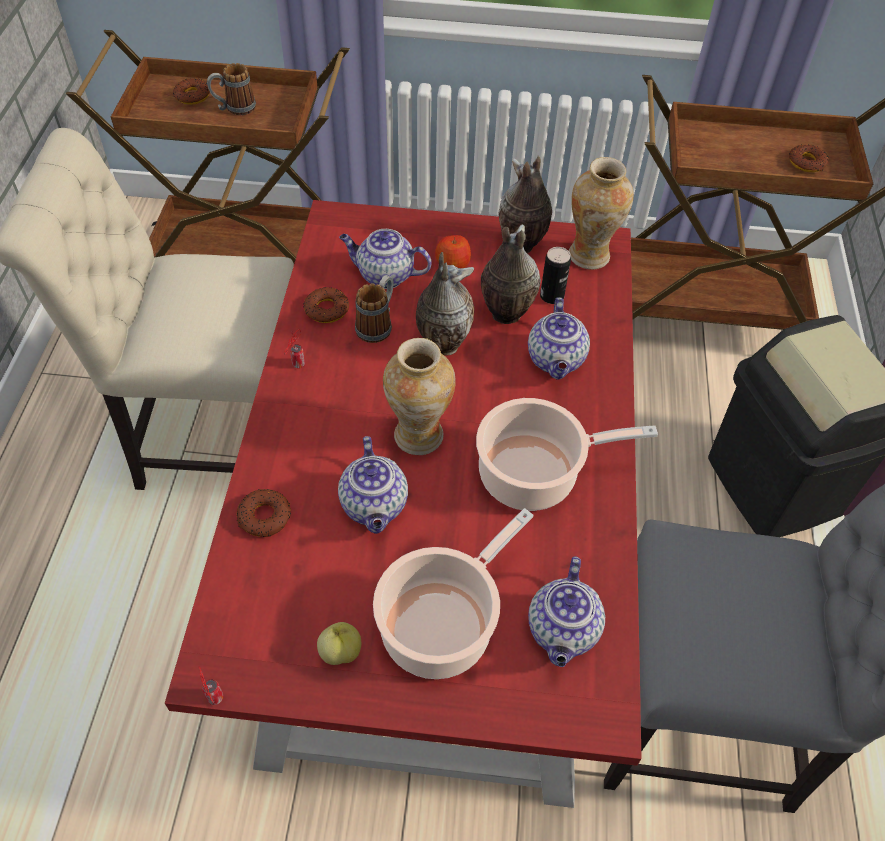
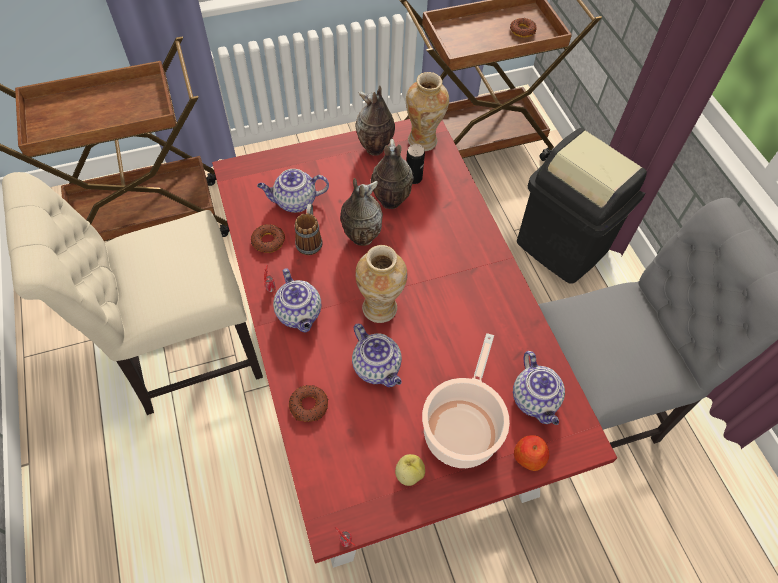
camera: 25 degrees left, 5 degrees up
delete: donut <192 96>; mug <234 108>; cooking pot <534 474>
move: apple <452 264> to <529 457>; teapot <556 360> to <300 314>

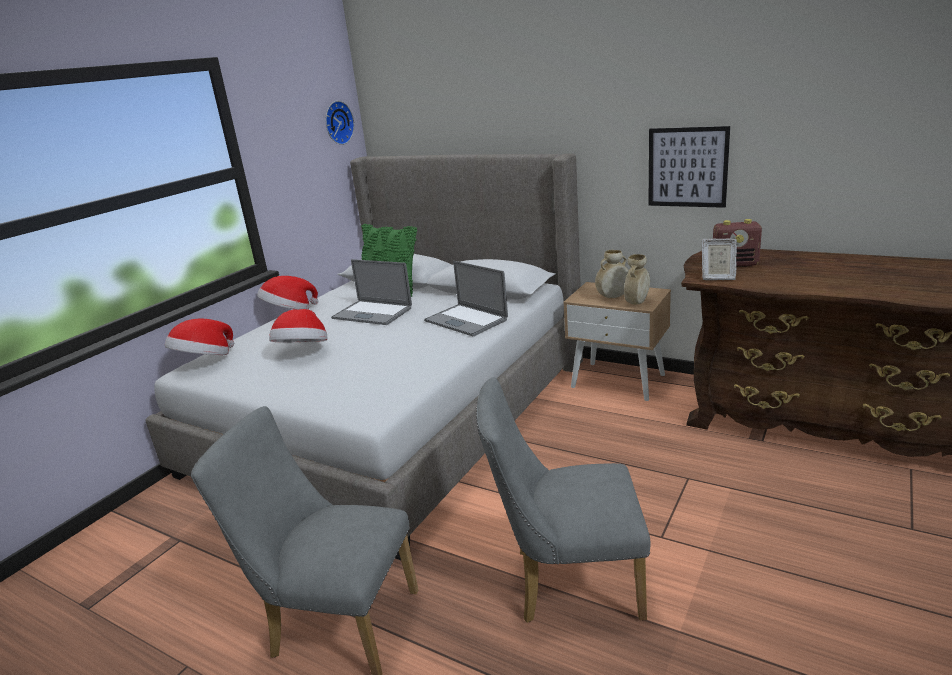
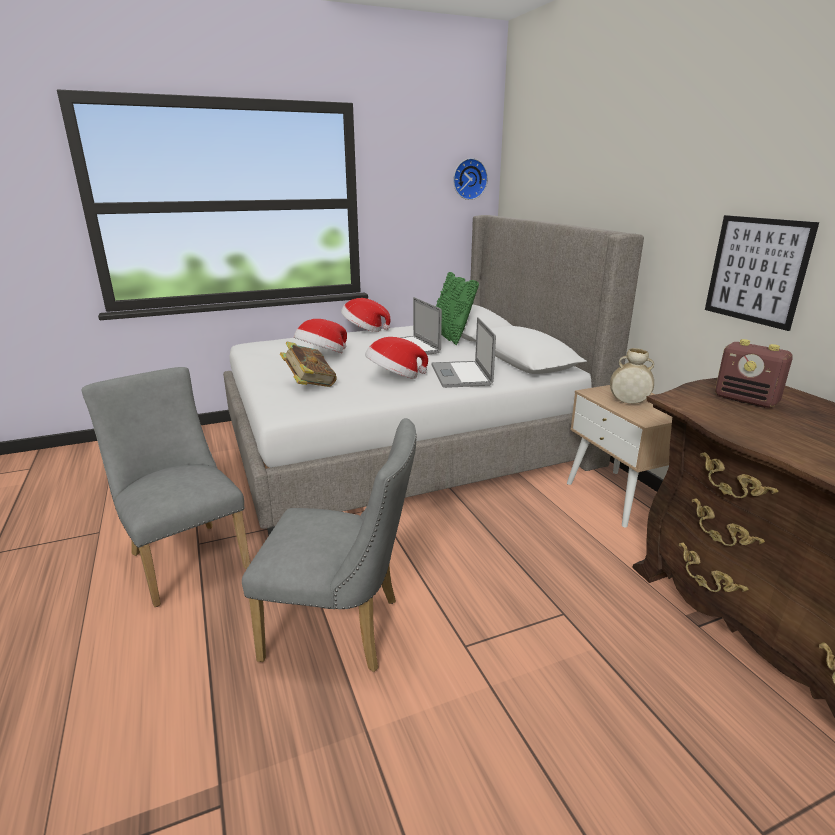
camera: 35 degrees right, 0 degrees up
delete: beige vase <636 303>; picture frame <717 277>
insert: book <309 385>
move: hat <204 360> to <395 377>
rotate: grey chair <567 583> = <342 629> 150 degrees clockwise

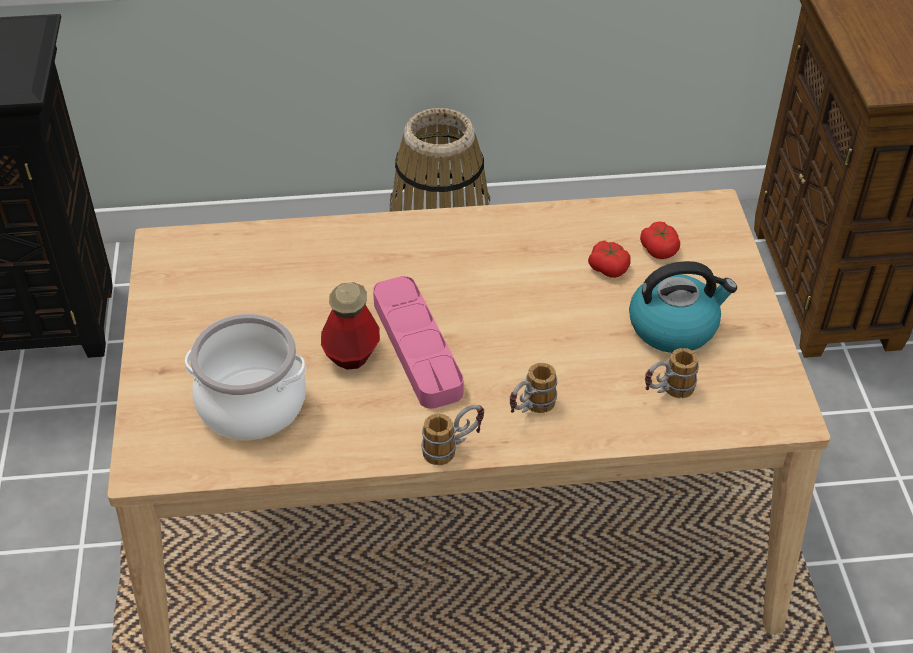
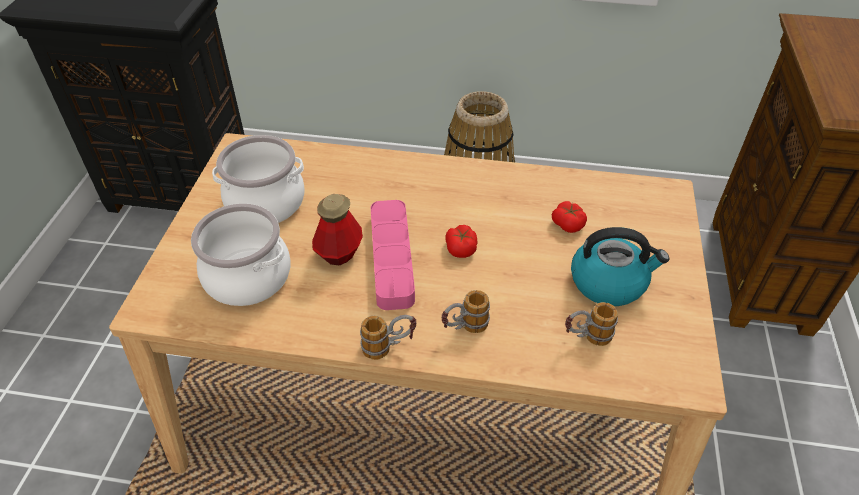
camera: 15 degrees right, 0 degrees up
insert: cooking pot <266 202>
move: tomato <659 249> to <461 248>

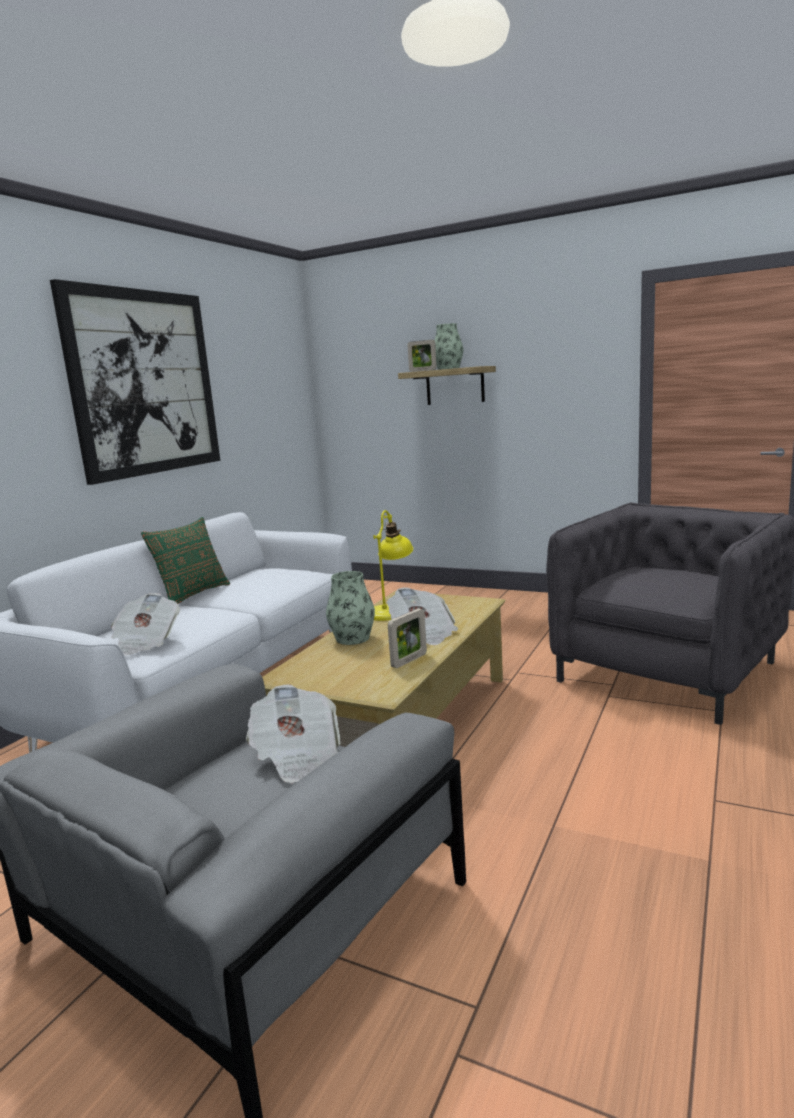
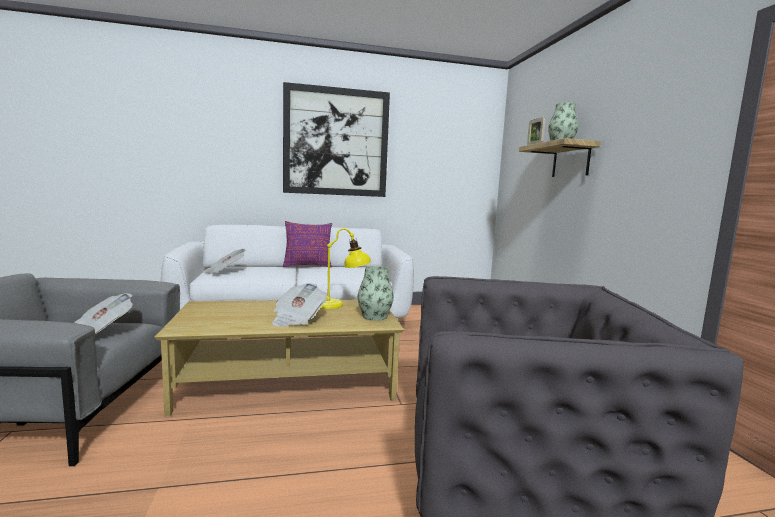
camera: 50 degrees right, 5 degrees down
delete: picture frame <409 660>
move: vase <352 638> to <374 316>
recolor: green pillow <193 595> to purple pillow <307 266>

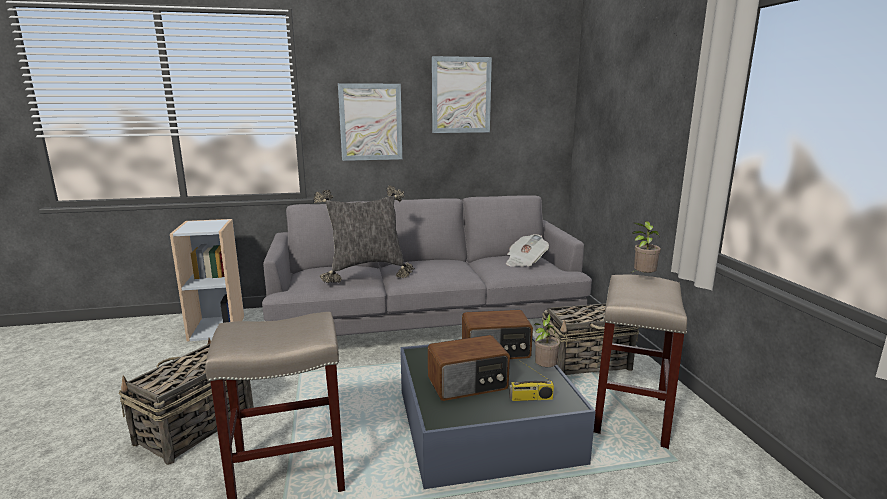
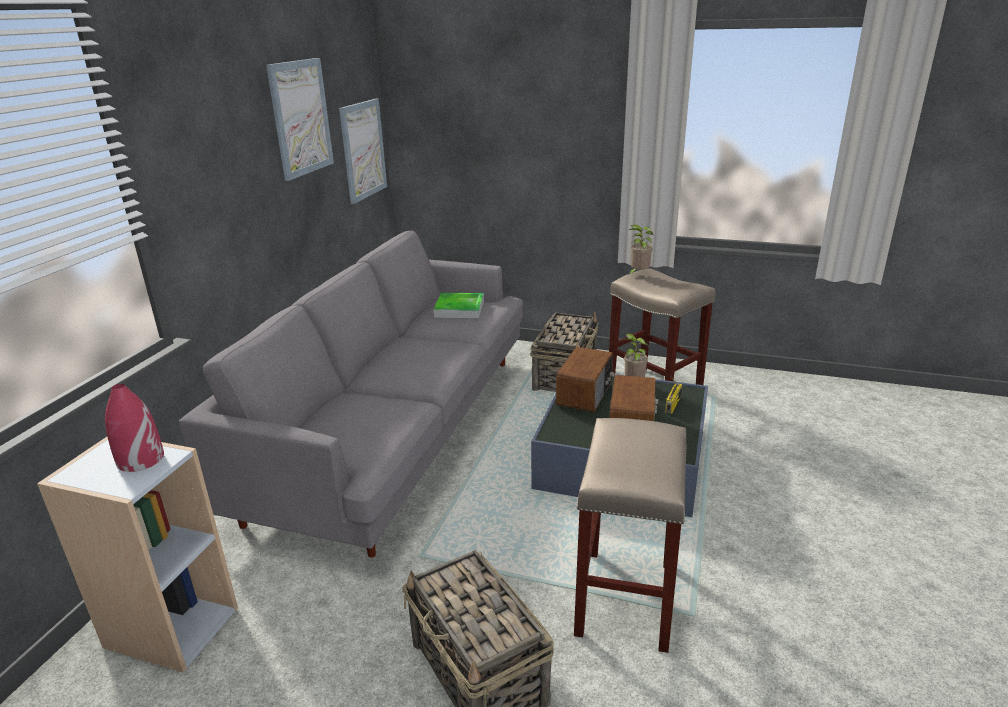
camera: 60 degrees left, 10 degrees up
delete: pillow <366 277>
insert: red vase <140 459>
move: picture <370 122> to <363 150>
replace: newspaper <525 262> to tray <459 309>

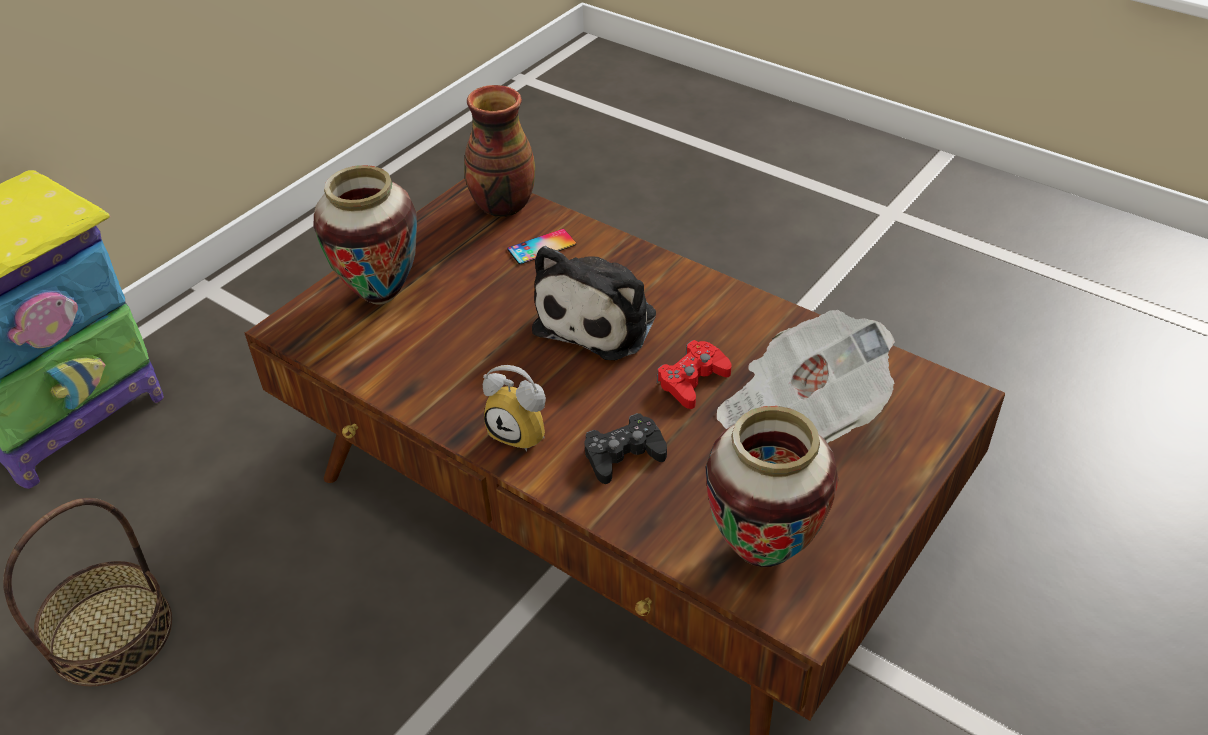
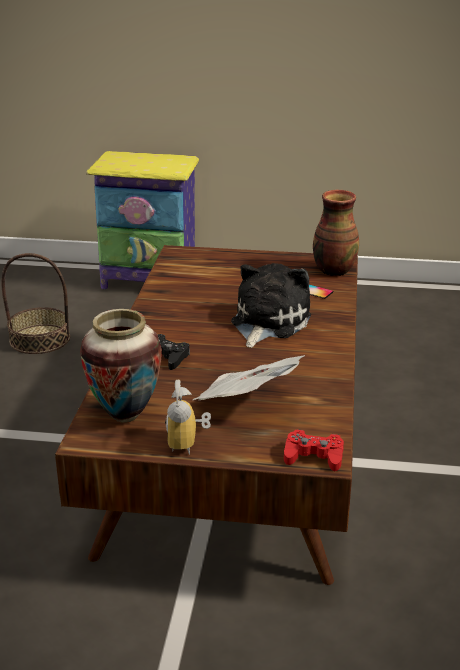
camera: 60 degrees right, 15 degrees down
delete: vase <381 295>
move: alarm clock <523 432> to <188 444>; red game controller <692 380> to <313 456>
rotate: plush toy <600 319> = <267 322> 120 degrees clockwise

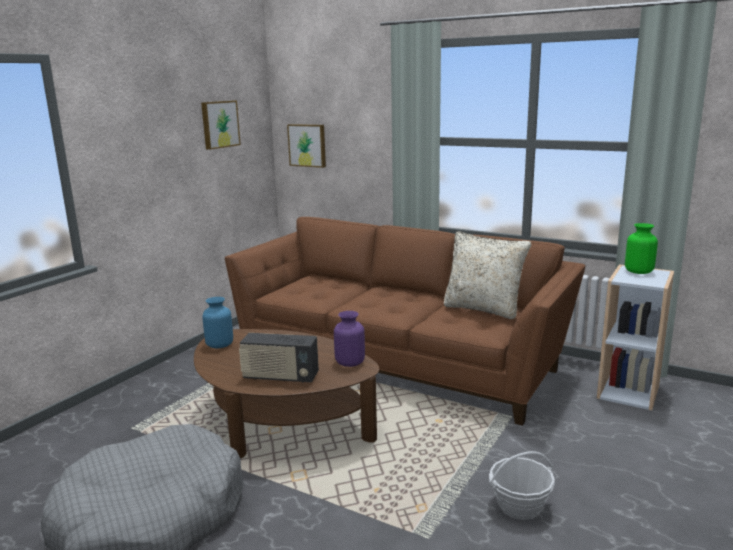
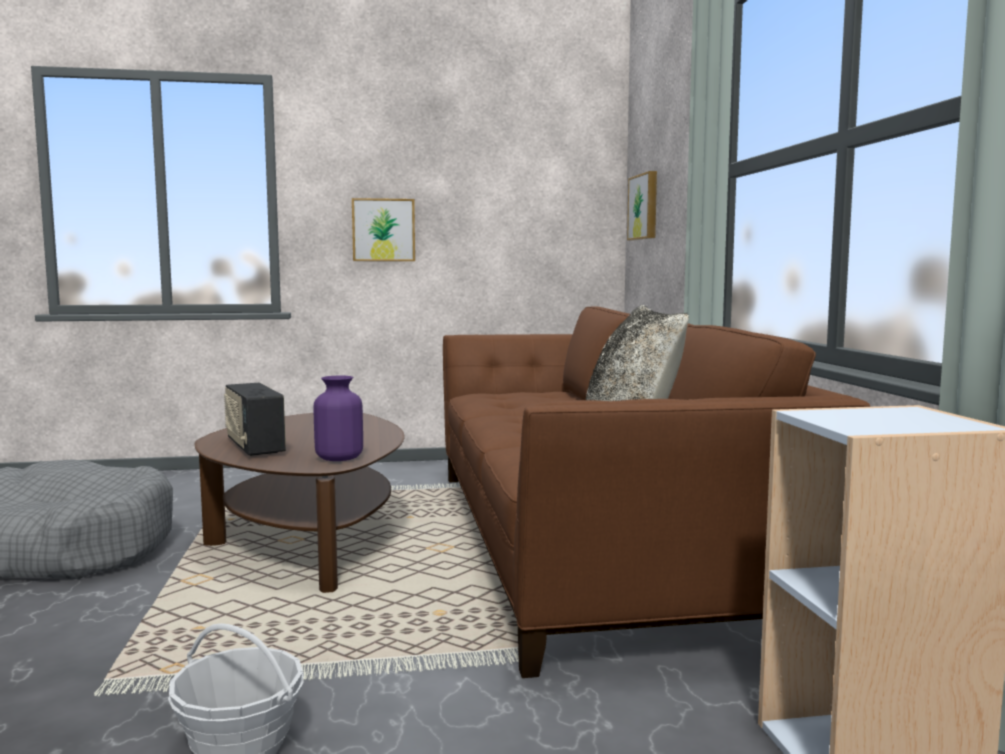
camera: 50 degrees right, 10 degrees down
delete: blue vase <219 345>; green vase <638 271>
move: picture <219 124> to <383 230>

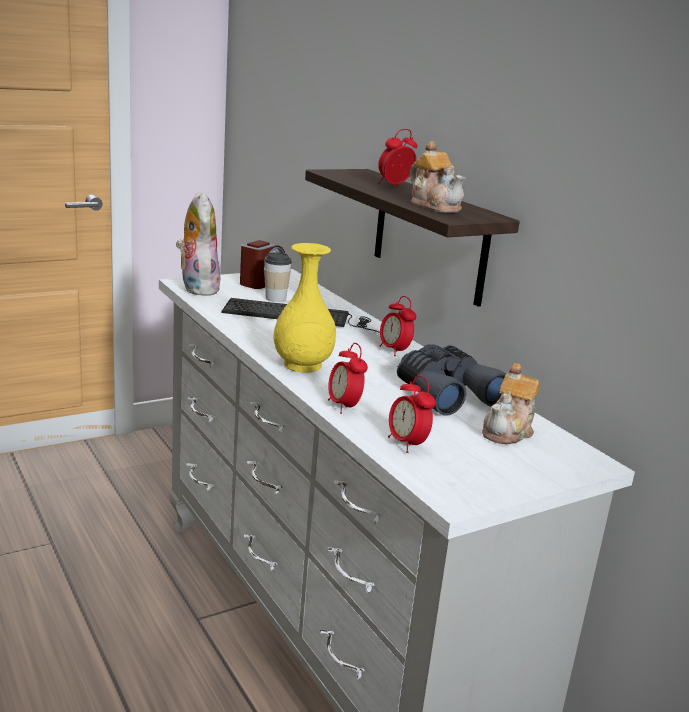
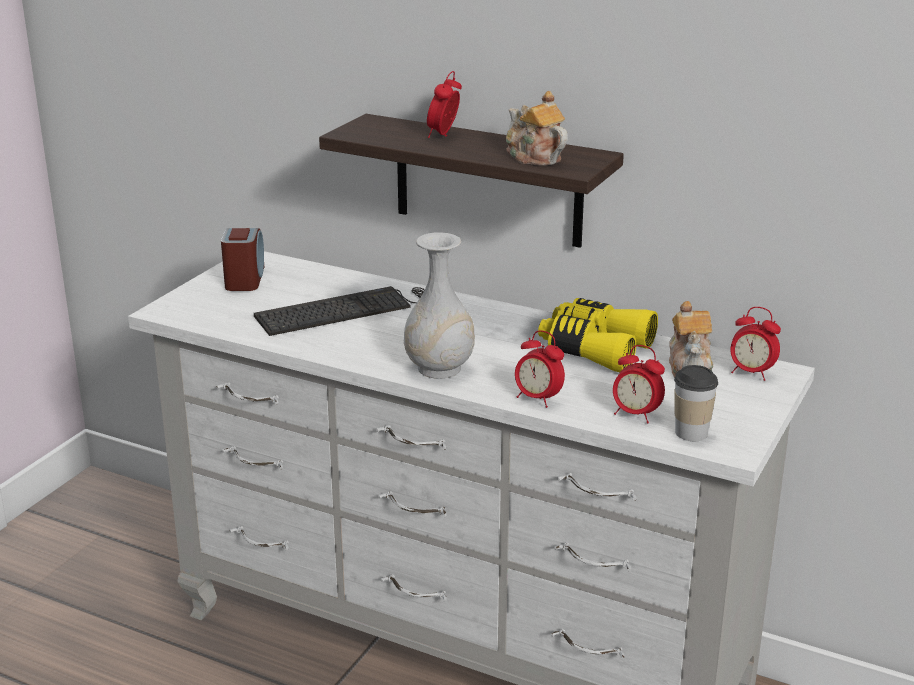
camera: 30 degrees left, 5 degrees up
delete: plush toy <197 288>
move: cup <275 298> to <691 433>; alarm clock <394 351> to <751 373>
recolor: yellow vase <302 365> to white vase <440 369>; grey binoculars <444 392> to yellow binoculars <594 348>
rotate: teapot <435 206> = <533 157> 150 degrees counterclockwise

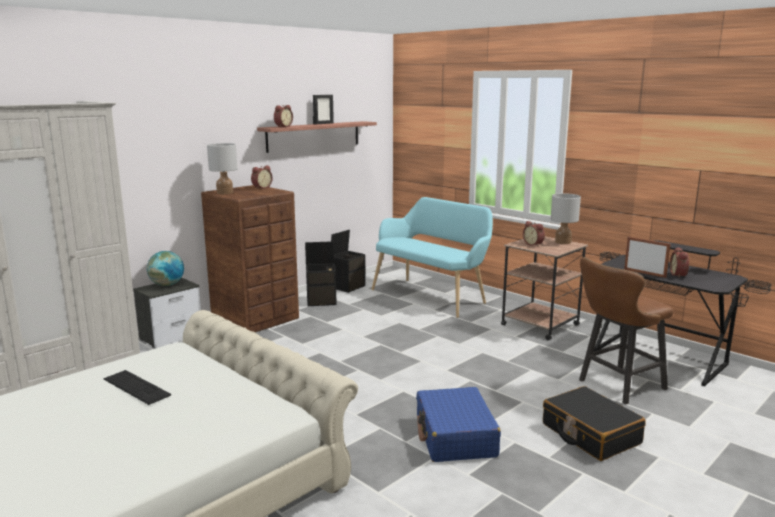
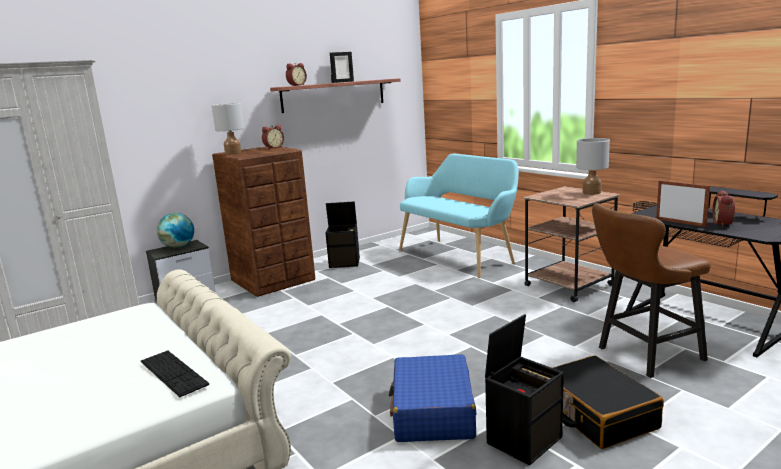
camera: 10 degrees right, 0 degrees up
delete: alarm clock <533 244>
move: keyboard <136 387> to <173 372>; black storage box <348 286> to <524 439>

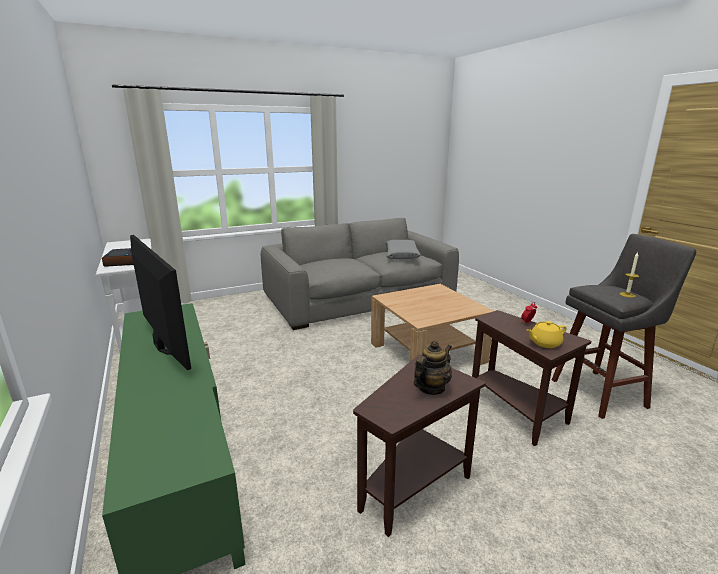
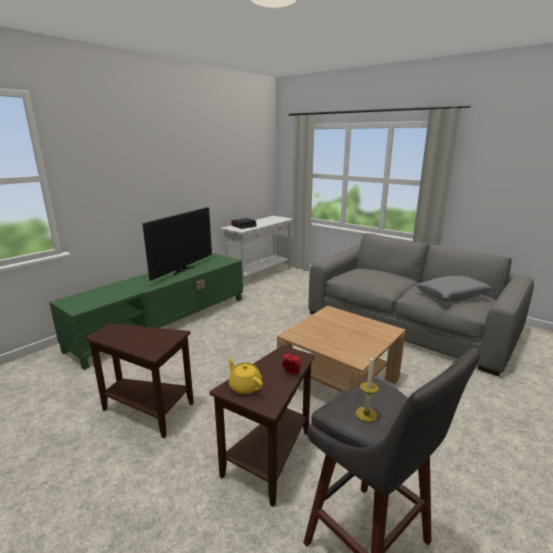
camera: 65 degrees right, 0 degrees up
delete: teapot <431 388>

